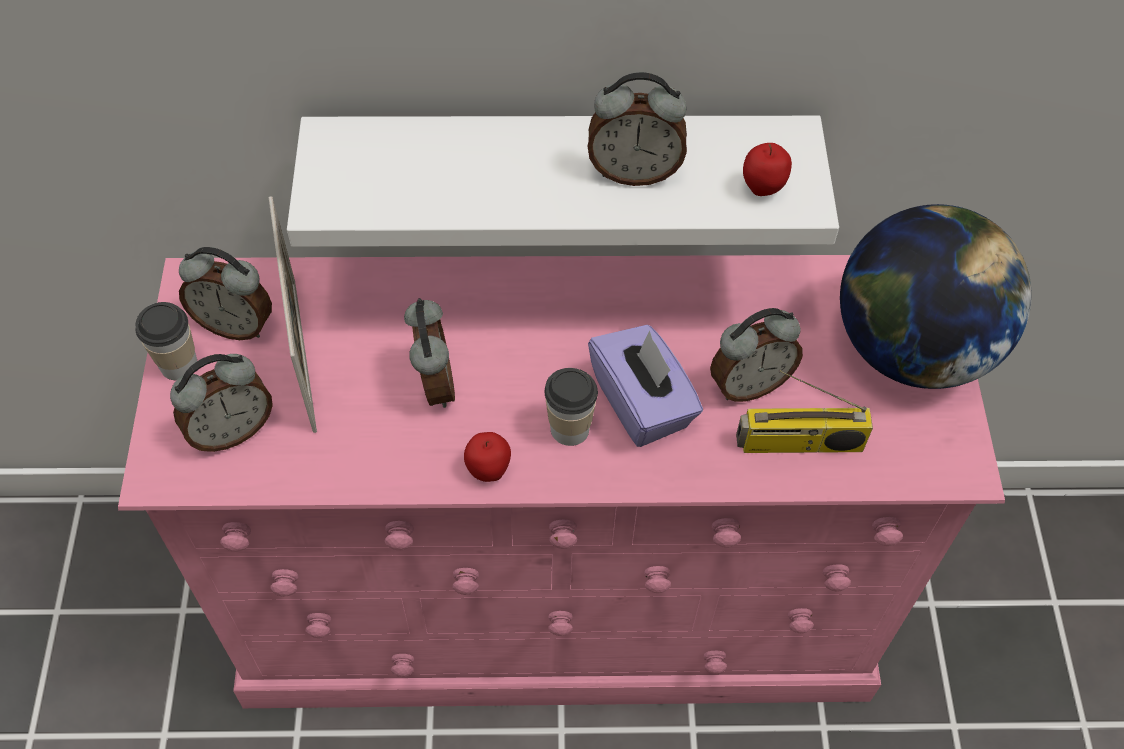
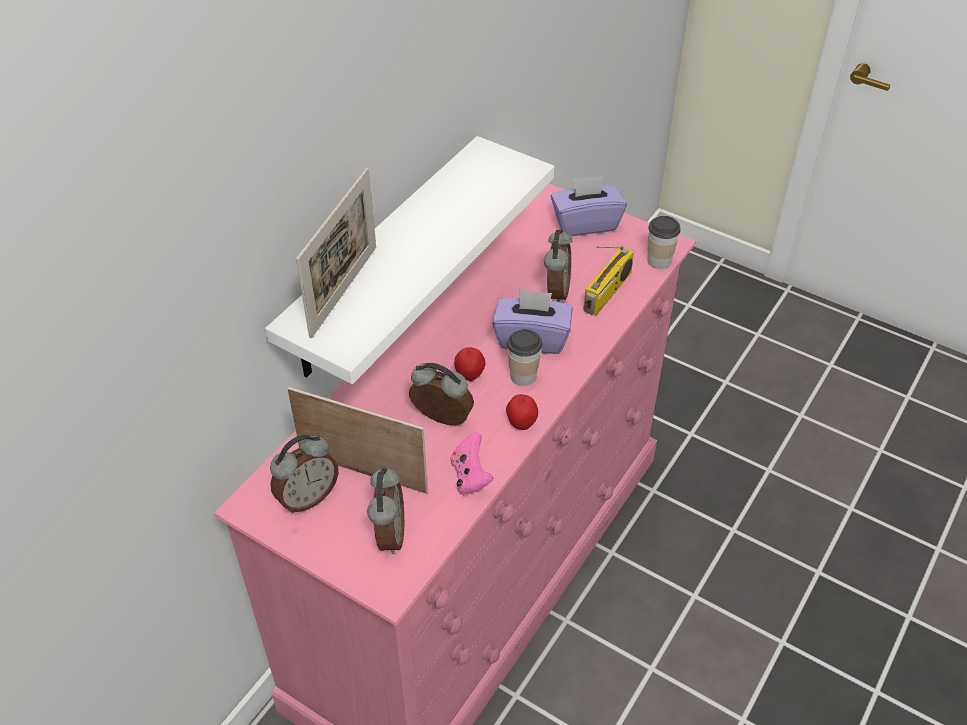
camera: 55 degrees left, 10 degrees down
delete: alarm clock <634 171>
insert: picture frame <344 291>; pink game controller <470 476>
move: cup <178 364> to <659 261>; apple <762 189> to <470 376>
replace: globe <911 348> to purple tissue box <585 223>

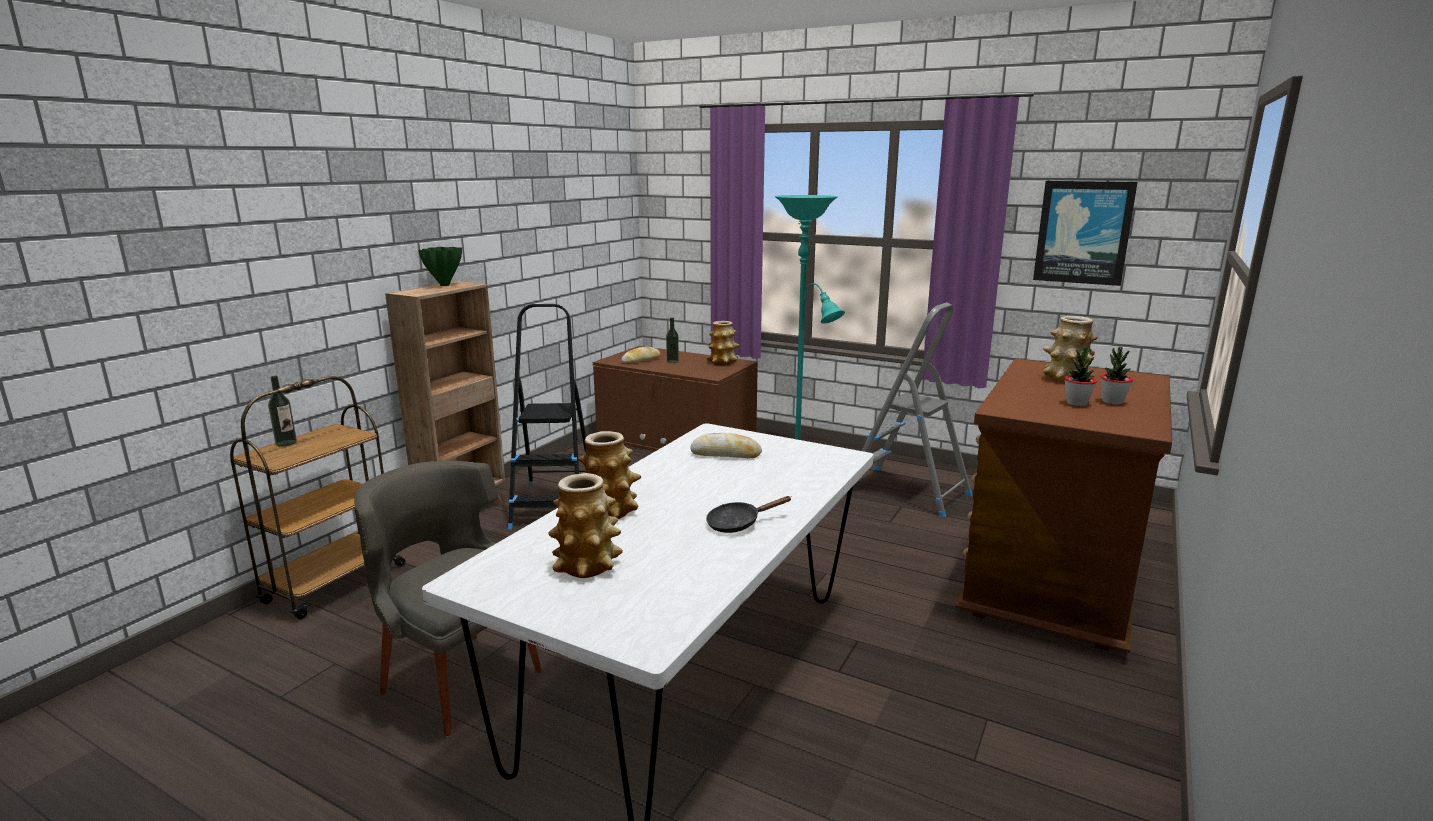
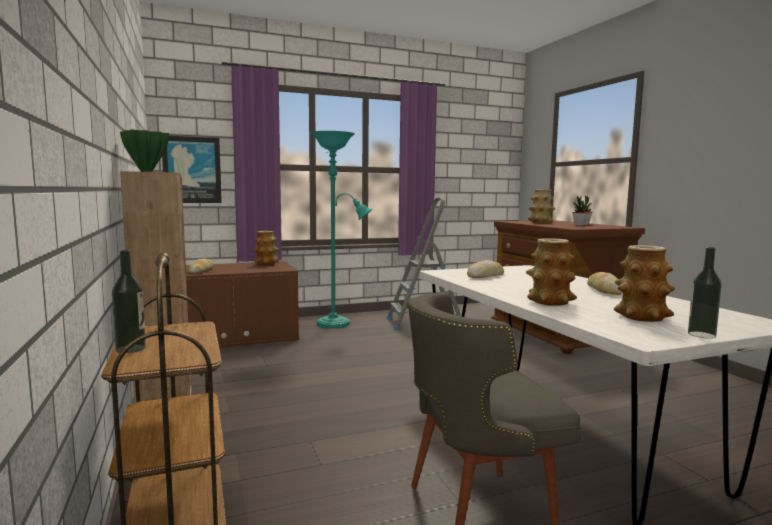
camera: 50 degrees left, 10 degrees down
delete: black step ladder <553 504>
move: bottle <672 361> to <701 335>; picture <1083 232> to <192 170>
replace: black frying pan <738 523> to bread <604 290>

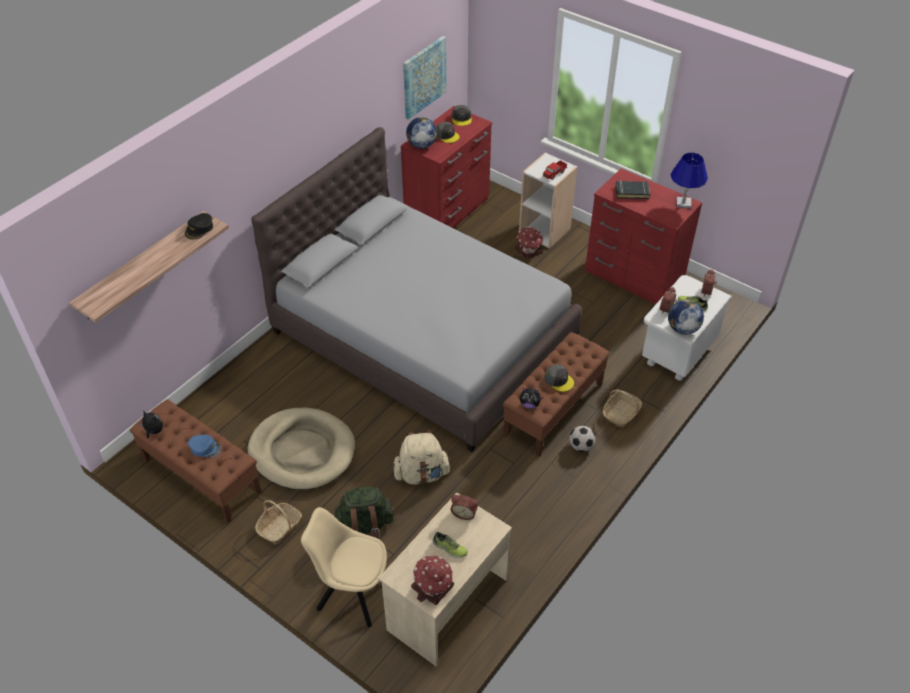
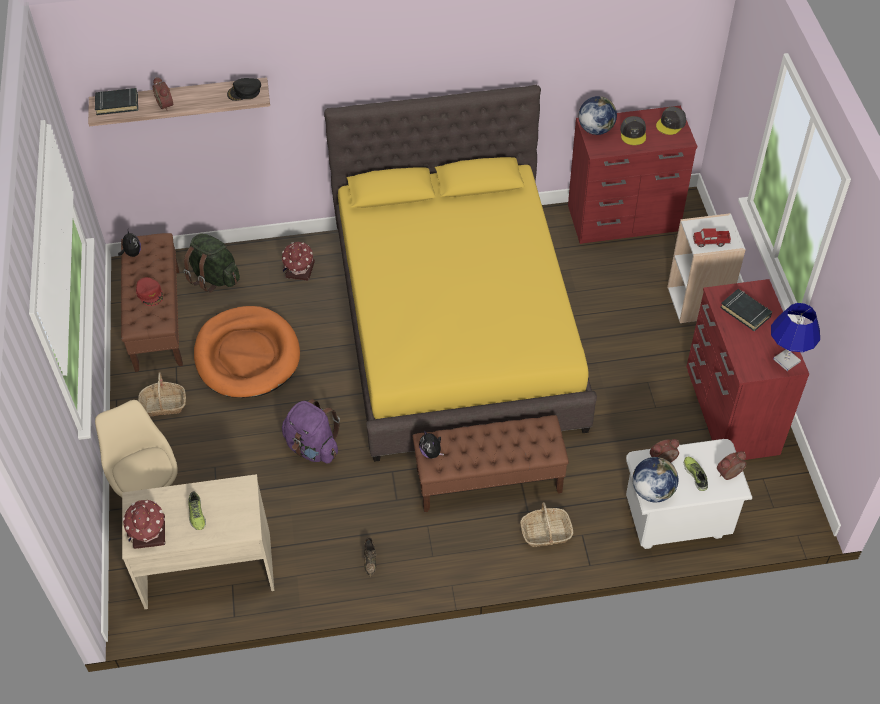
camera: 45 degrees right, 5 degrees up
delete: picture <424 77>; grey cap <559 380>; football <581 446>
insert: black book <117 104>; brown shoe <370 560>
move: green backpack <364 526> to <214 278>; alarm clock <464 513> to <166 104>; toy house <529 251> to <299 270>
recolor: blue cap <205 447> to red cap <150 293>; beige dog bed <302 451> to orange dog bed <247 355>; grey bed <423 336> to yellow bed <457 326>; beige backpack <421 474> to purple backpack <313 447>

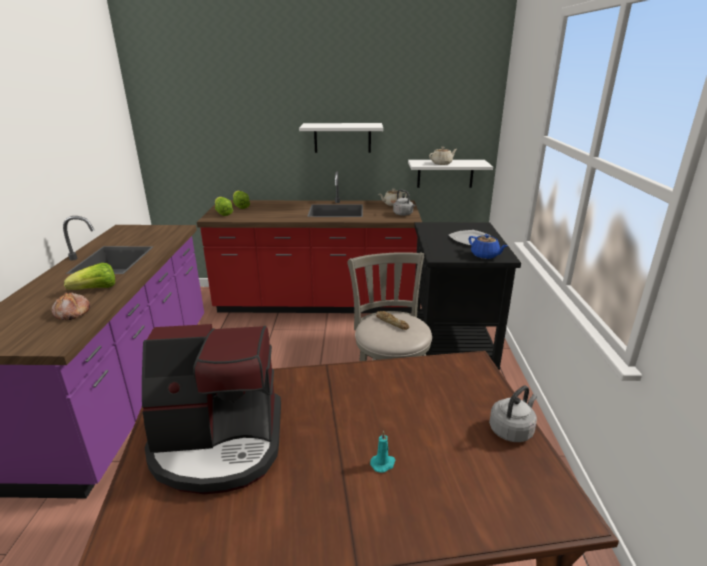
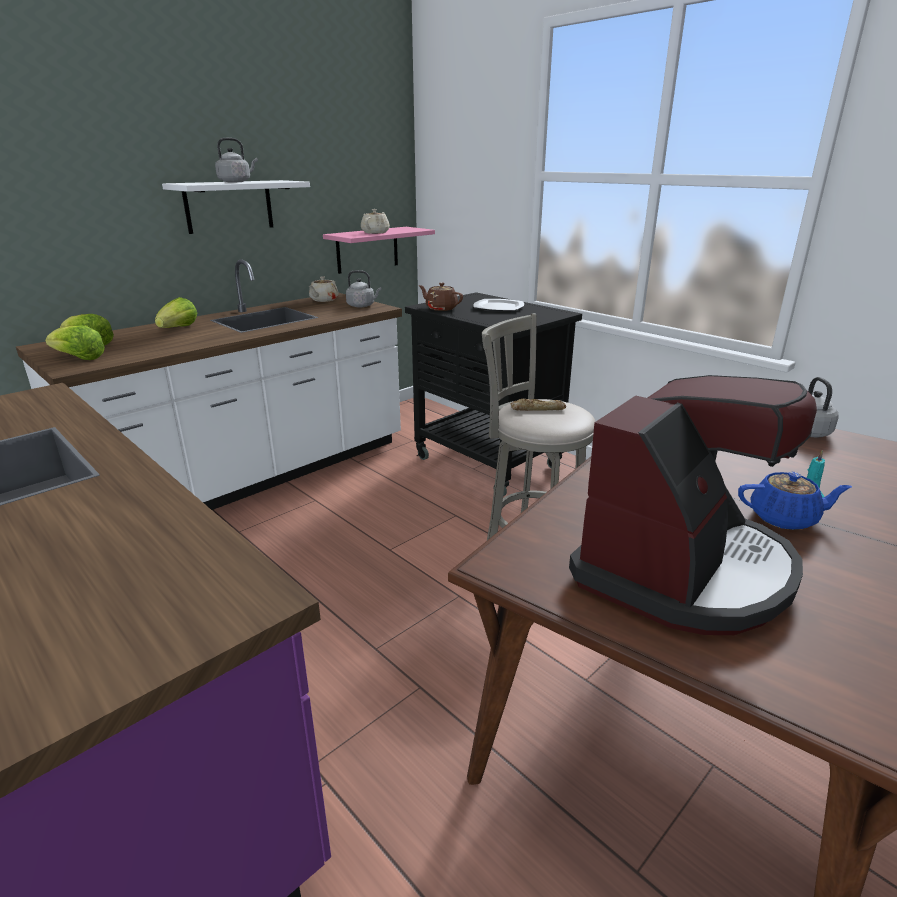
camera: 45 degrees left, 0 degrees up
delete: bread <71 313>
insert: grey kettle <236 182>; brown teapot <441 308>
move: lettuce <96 289> to <179 329>; blue teapot <485 255> to <784 518>
recolor: red counter <316 303> to white counter <254 477>; white shelf <445 173> to pink shelf <367 249>

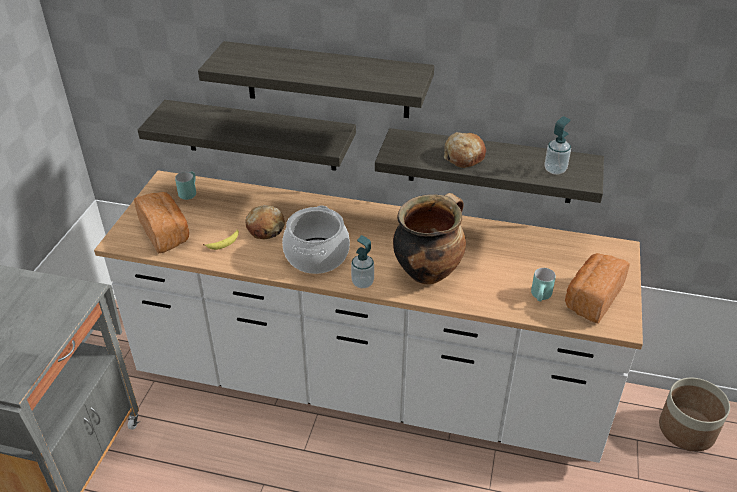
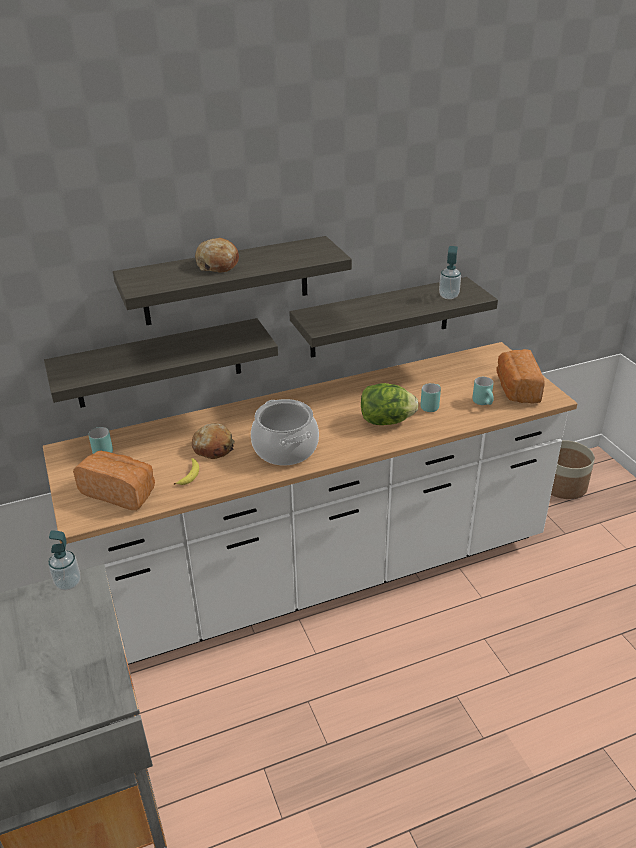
camera: 35 degrees left, 5 degrees down
insert: turquoise mug <430 405>
move: soap dispenser <362 282> to <68 583>; bread <464 156> to <218 264>
replace: cooking pot <427 271> to lettuce <386 421>

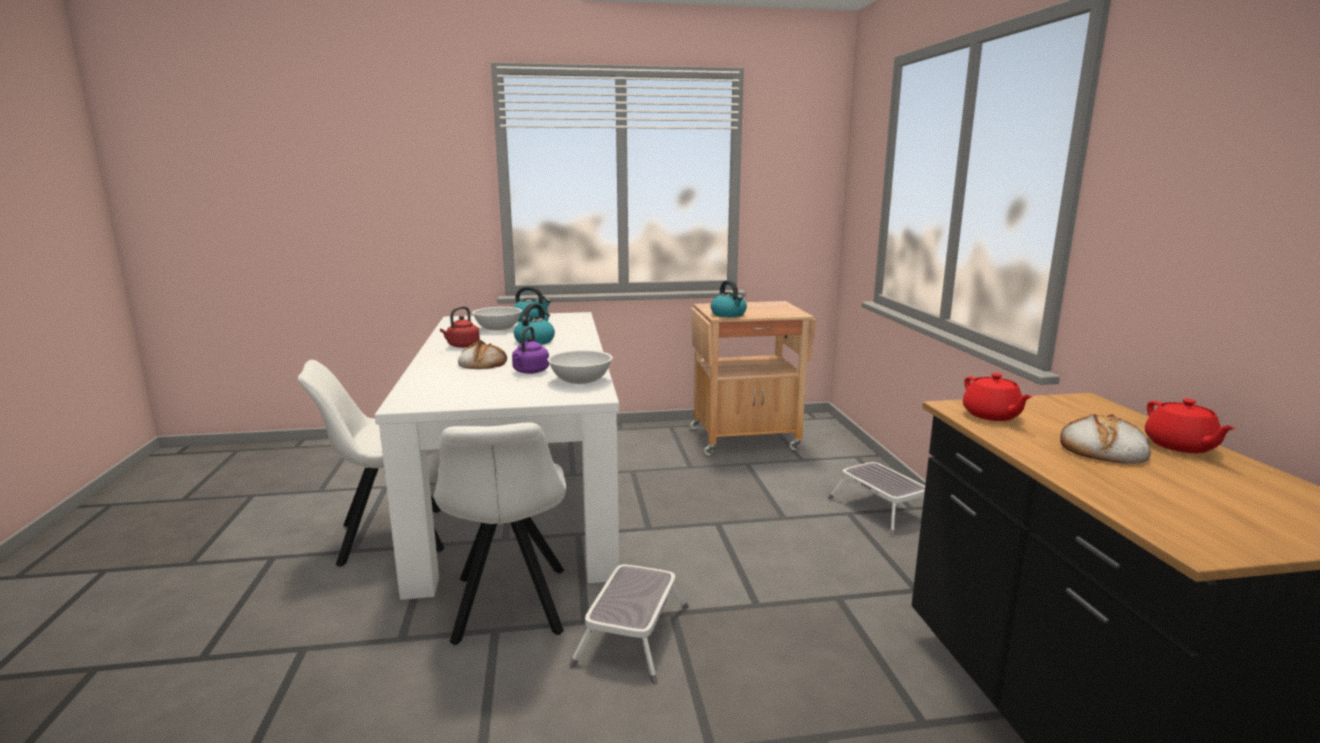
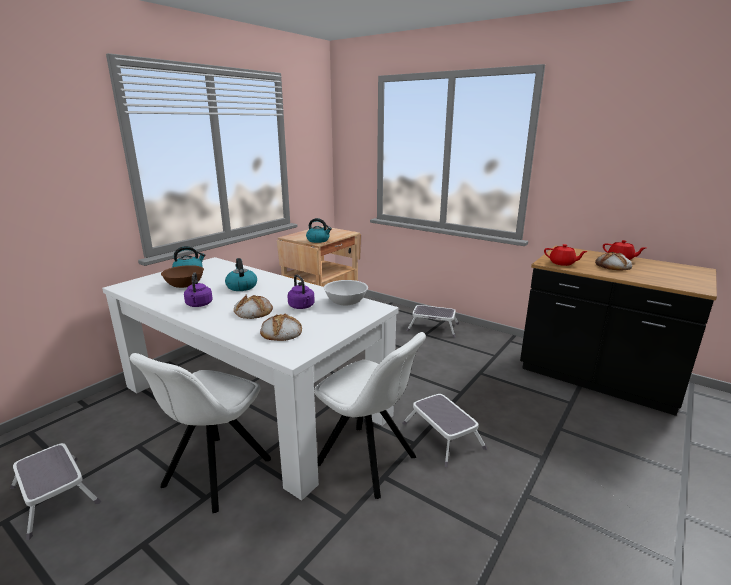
camera: 45 degrees left, 5 degrees up
insert: grey step ladder <55 495>; bread <281 332>
recolor: red kettle <462 346> to purple kettle <199 305>; white bowl <498 328> to brown bowl <184 285>

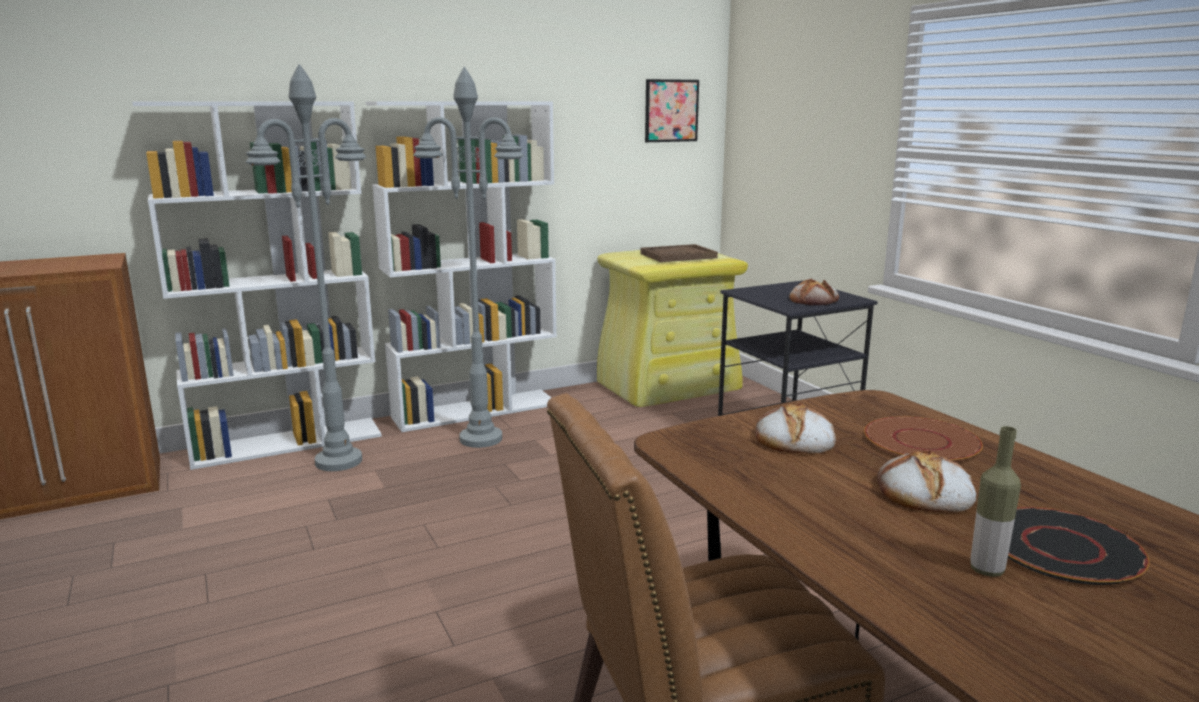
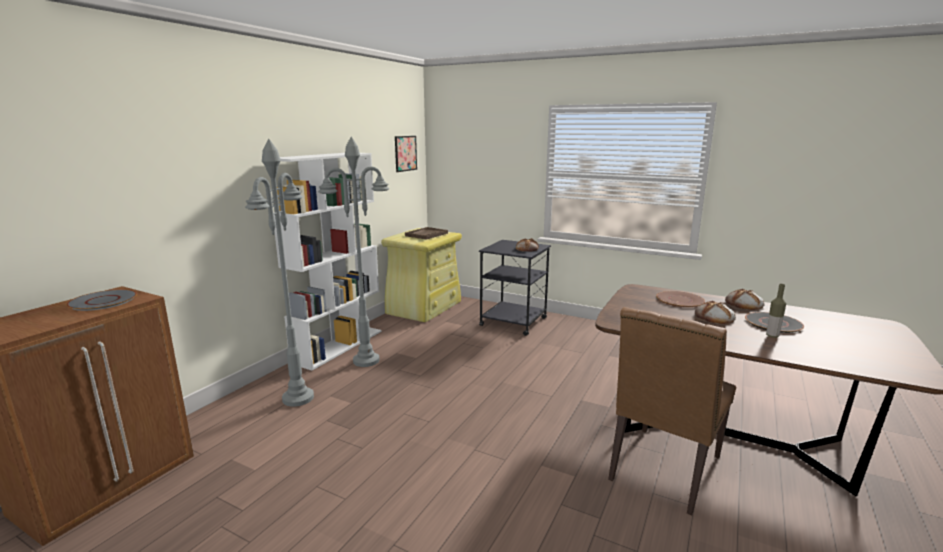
camera: 35 degrees left, 0 degrees up
delete: white bookcase <288 442>
insert: grey plate <103 301>
move: bread <793 439> to <744 304>

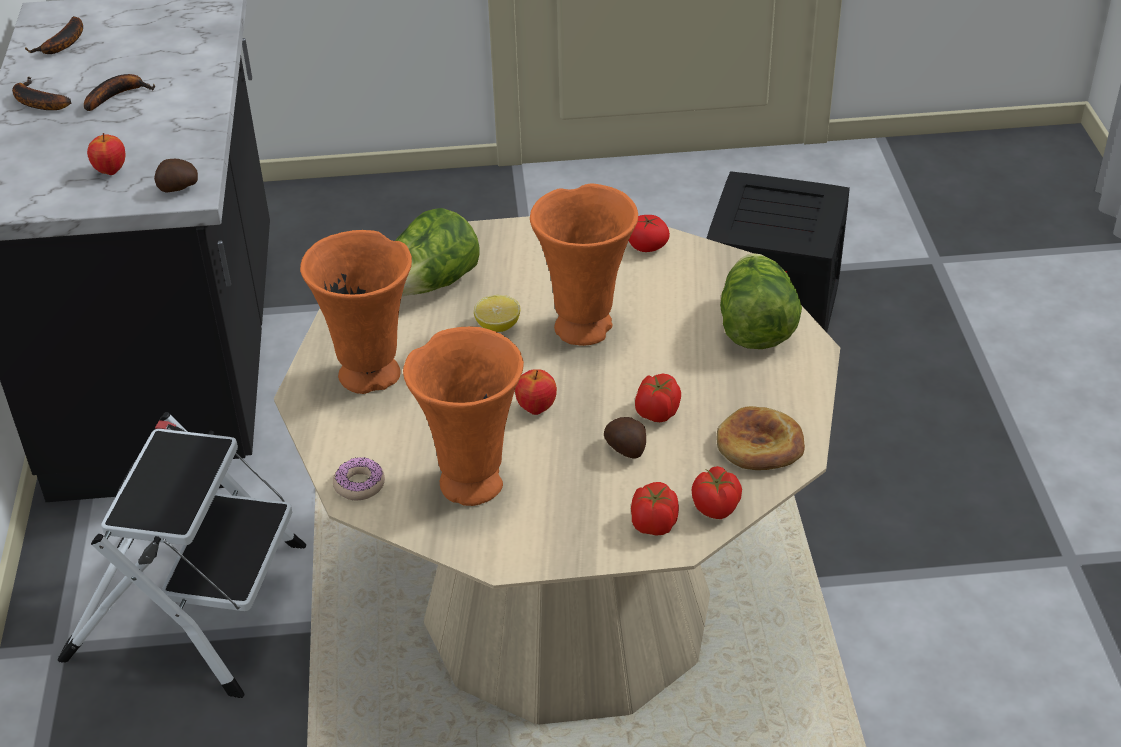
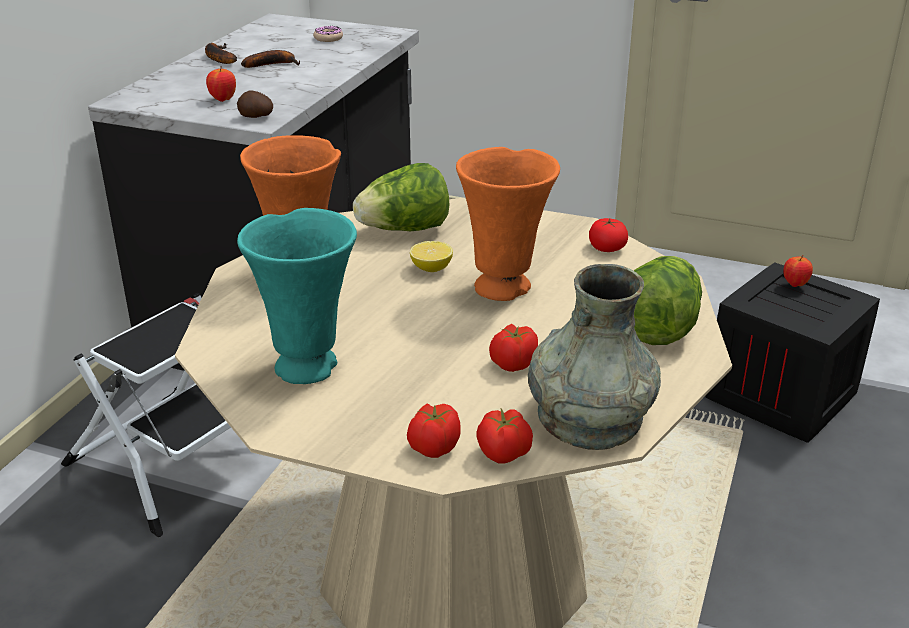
camera: 25 degrees right, 10 degrees down
delete: banana <62 44>; potato <627 449>
move: donut <359 484> to <328 38>; apple <536 409> to <795 284>
replace: bread <759 444> to grey vase <589 417>
recolor: orange vase <473 481> to turquoise vase <309 366>

